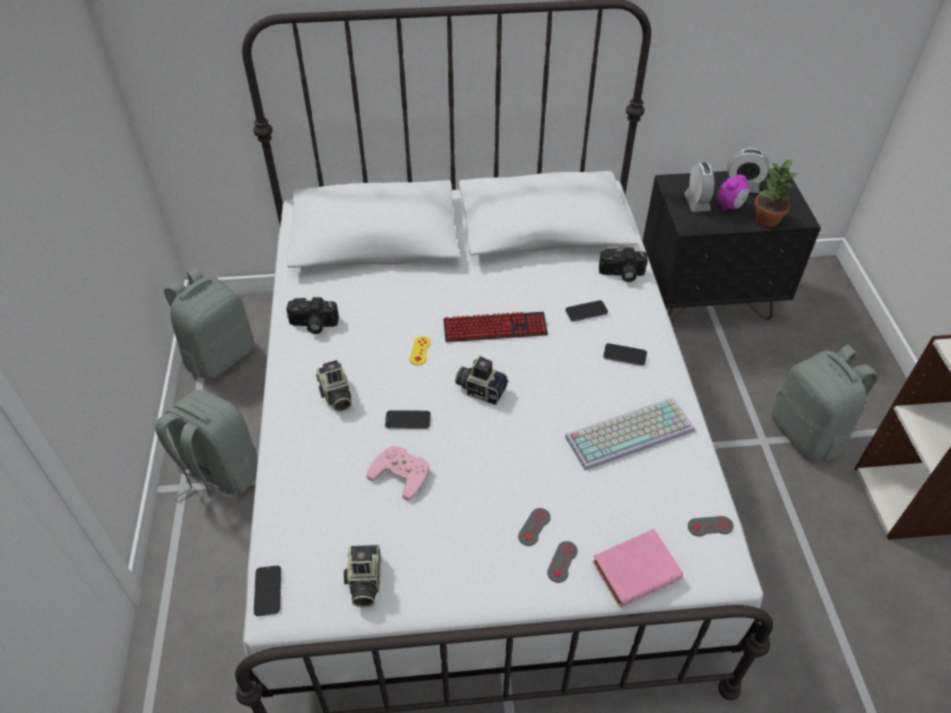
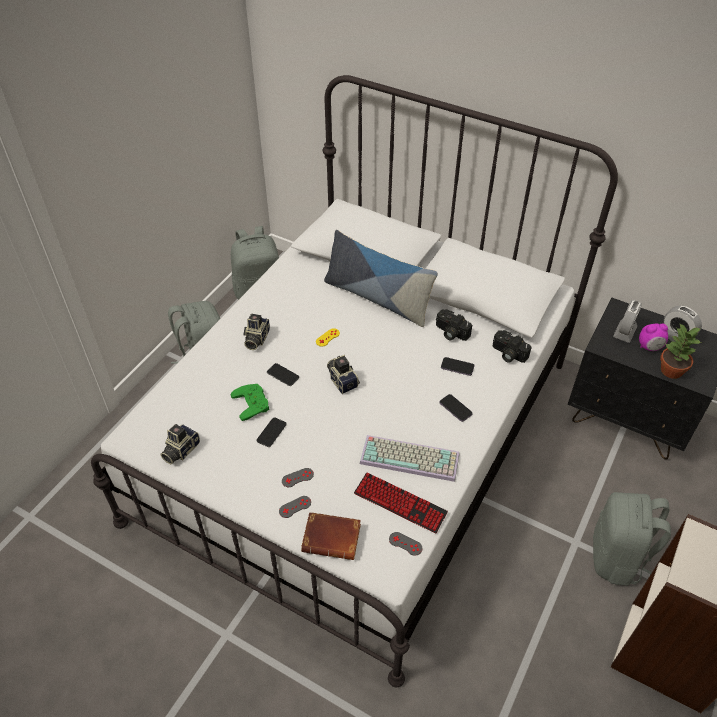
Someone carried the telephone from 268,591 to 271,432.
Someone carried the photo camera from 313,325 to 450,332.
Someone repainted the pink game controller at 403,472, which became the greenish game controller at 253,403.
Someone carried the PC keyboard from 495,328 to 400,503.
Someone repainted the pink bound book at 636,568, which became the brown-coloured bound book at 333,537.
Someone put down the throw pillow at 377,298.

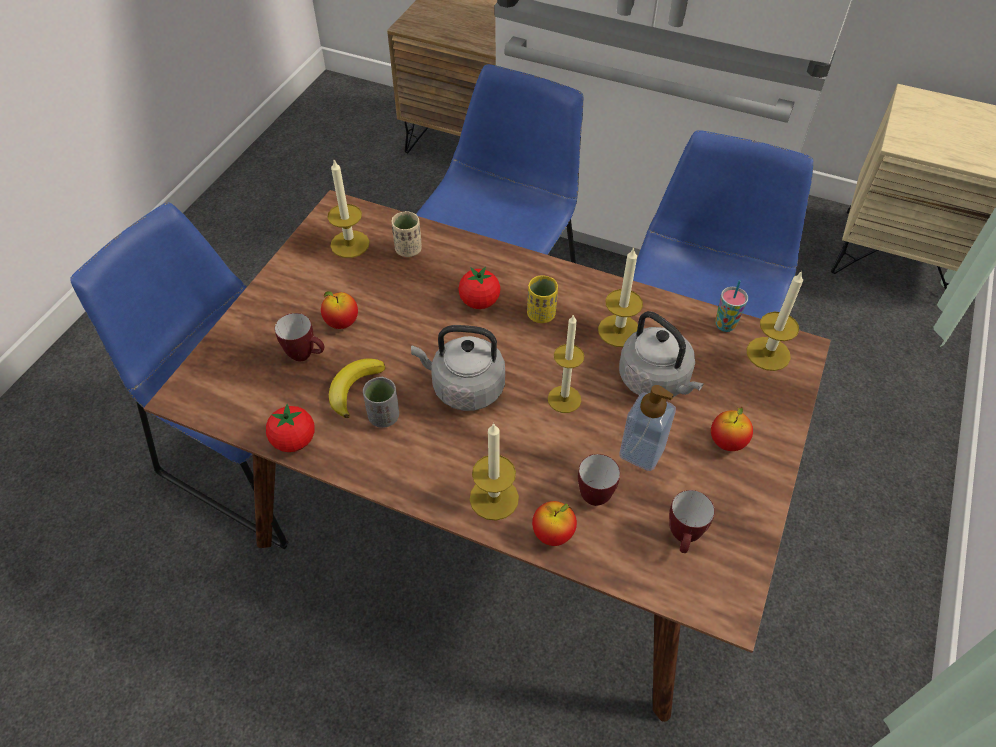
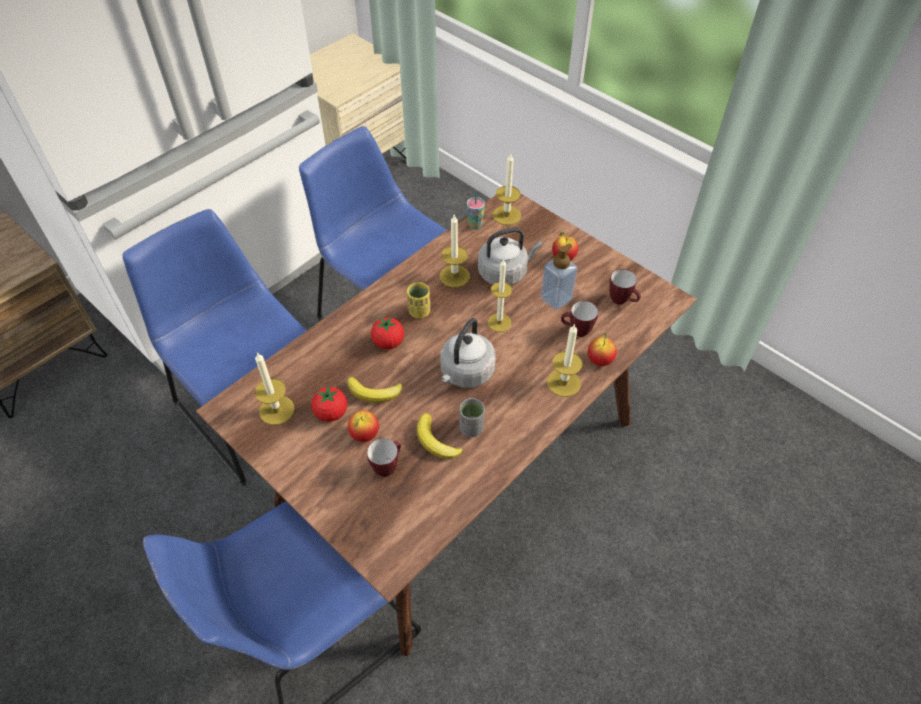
Someone carried the tomato from 294,440 to 331,413.
Someone took away the sand-coloured cup at 408,250.
Someone put down the whole banana at 374,392.

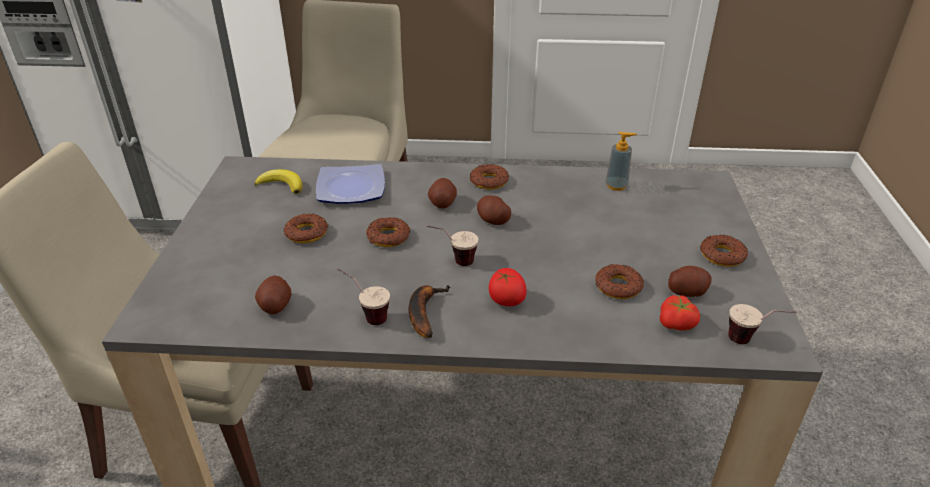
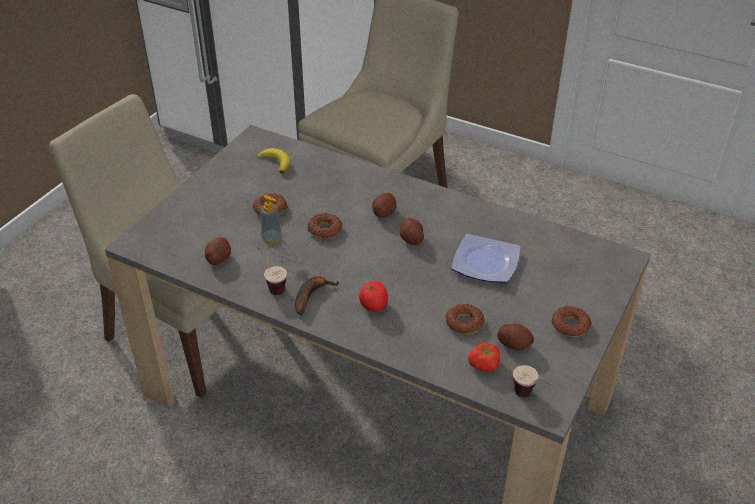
Someone carried the dinner plate from 349,189 to 484,263.
Someone took away the cup at 453,261.
Someone took away the donut at 489,181.
Someone carried the liquid soap bottle from 616,186 to 272,239.

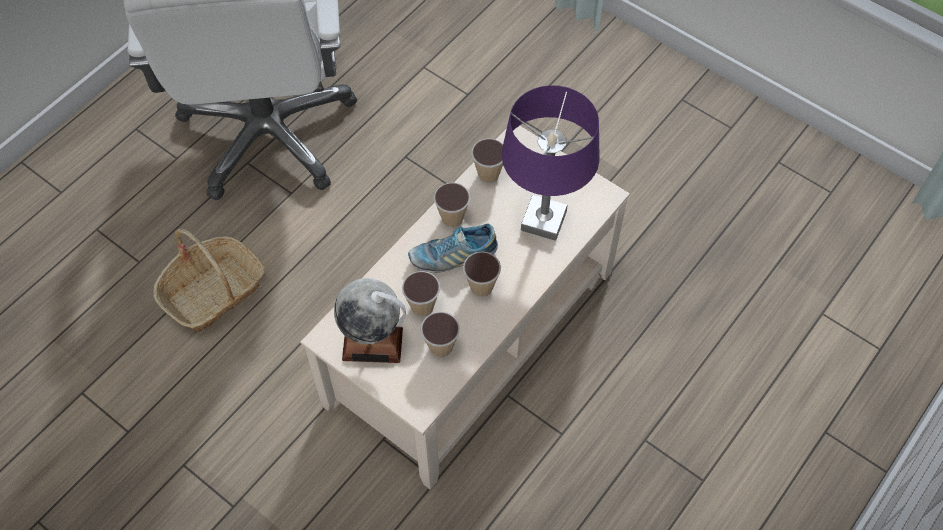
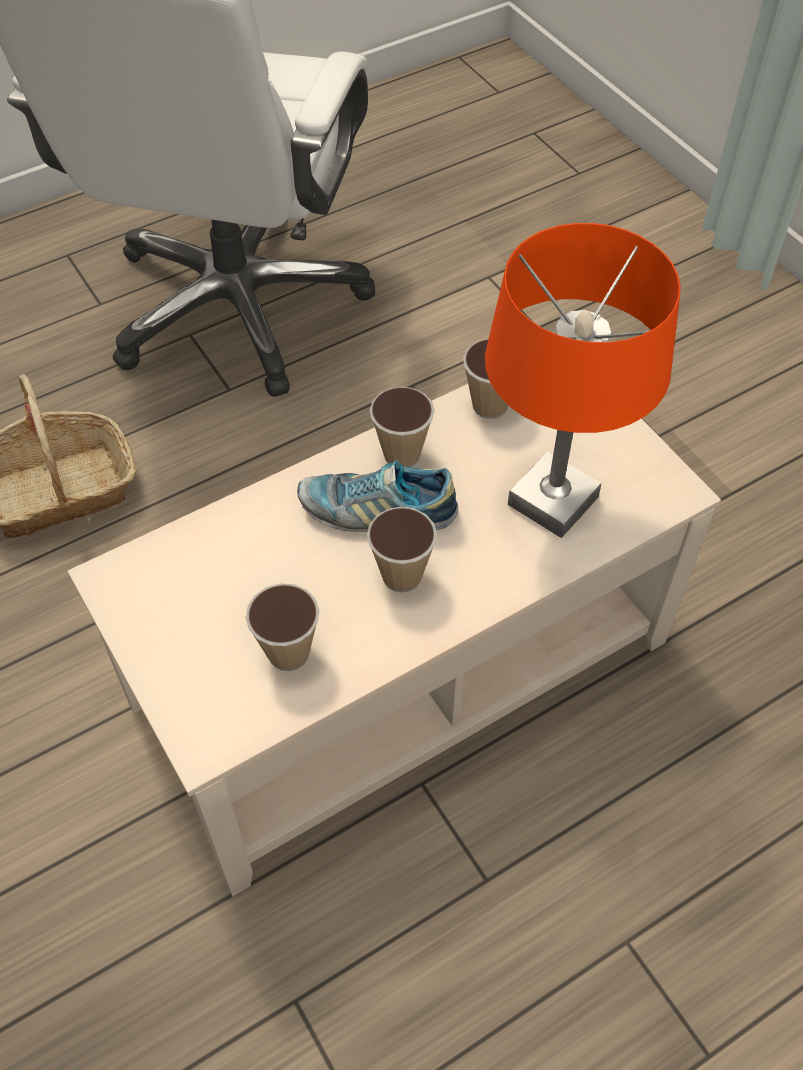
Someone took away the world globe at 373,343.
Someone took away the cup at 422,307.
Someone repainted the purplish lamp for a table at 544,221, which became the orangey lamp for a table at 554,501.

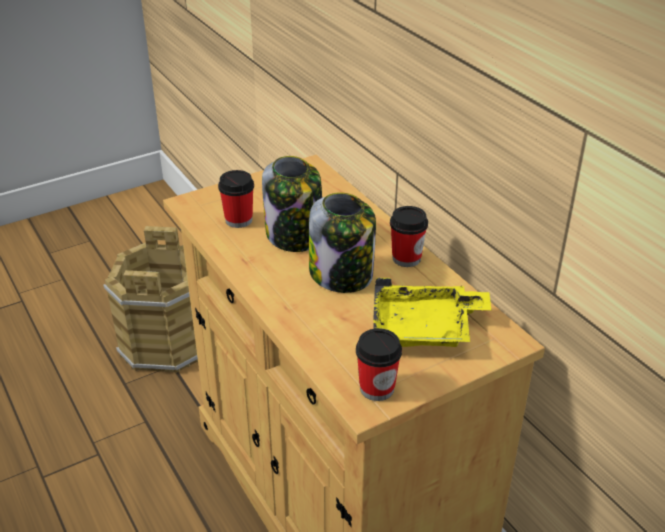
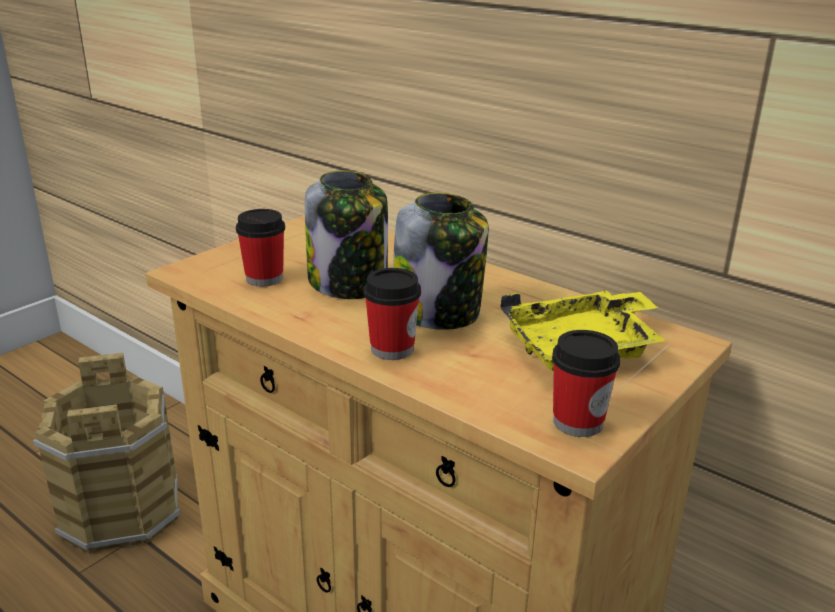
Someone carried the cup from 406,258 to 392,349.

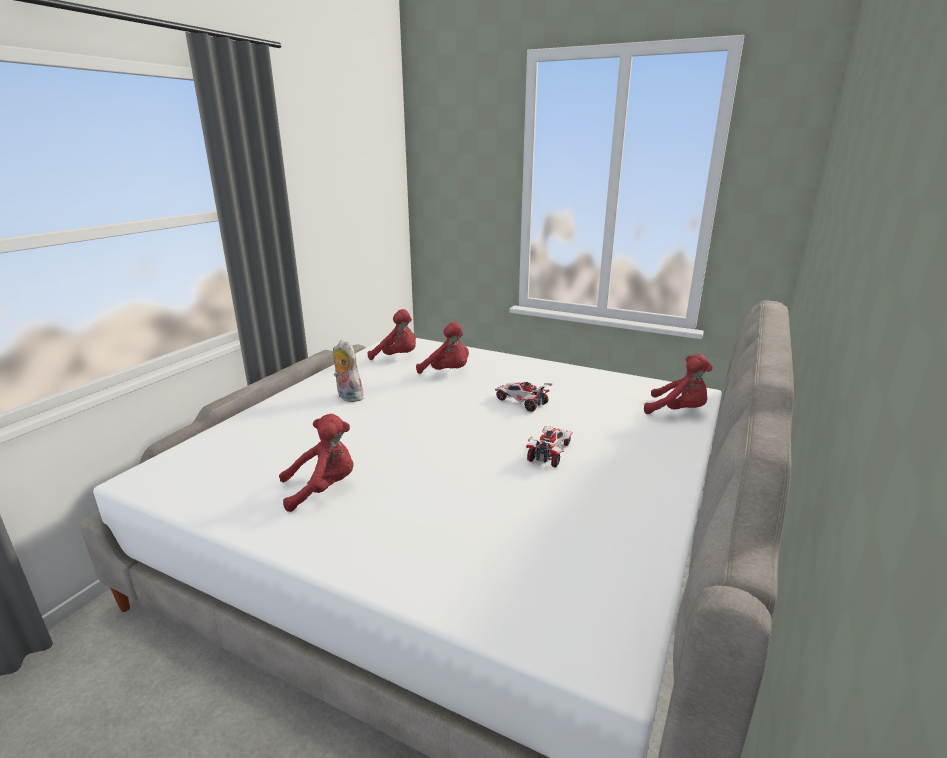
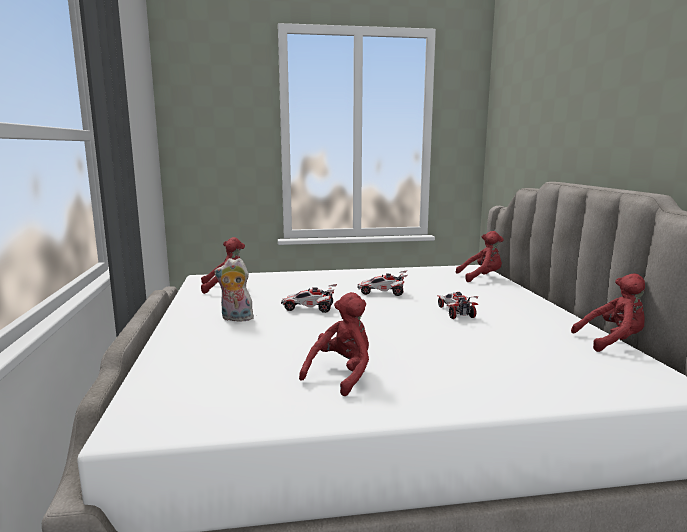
Someone carried the reddish plush toy from 447,372 to 612,341.
Someone put down the toy car at 309,308.

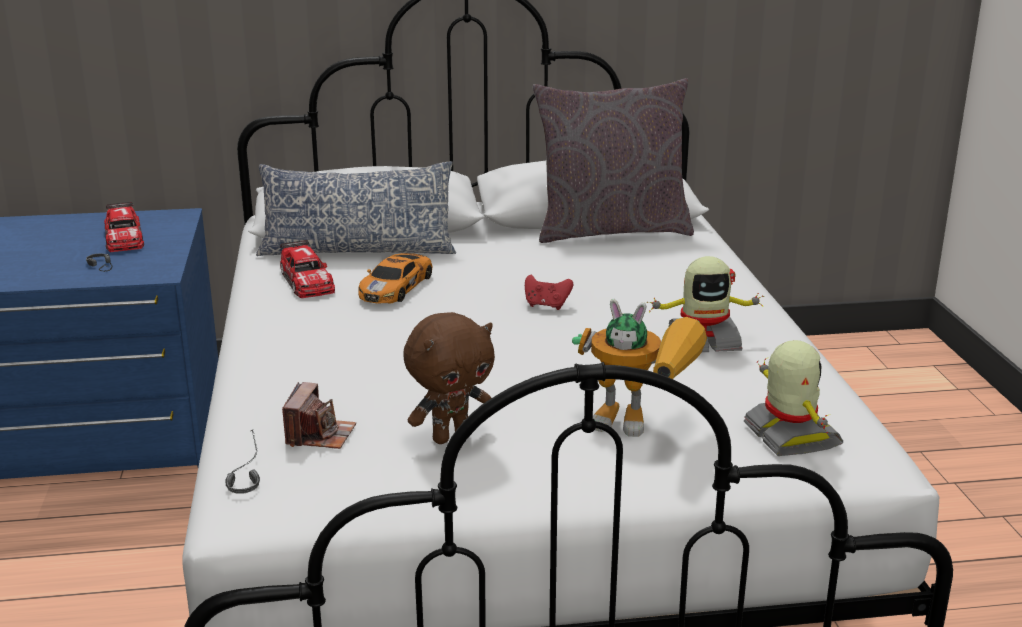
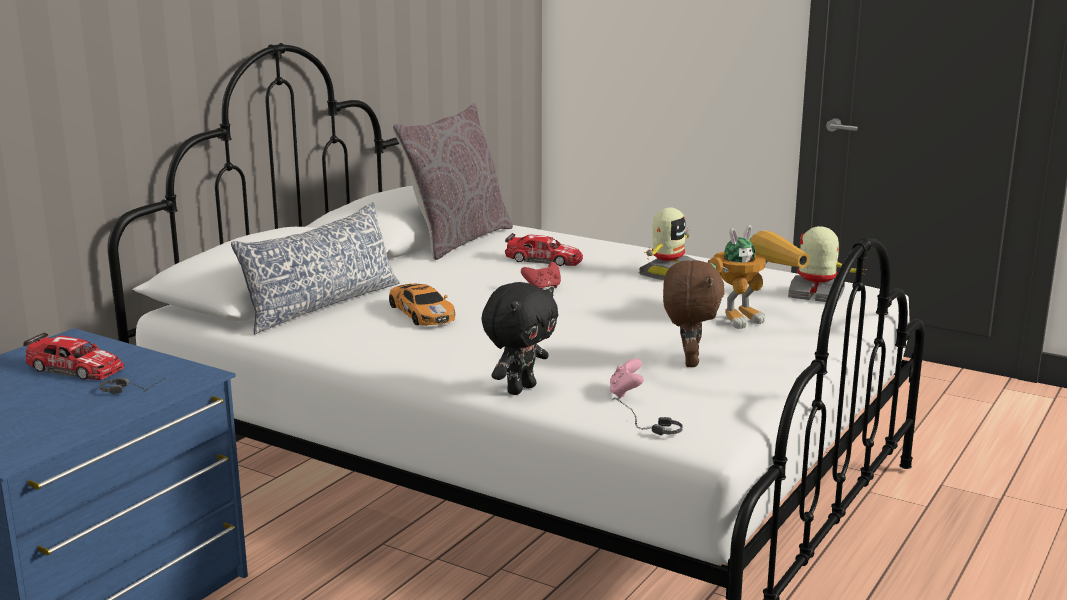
Someone carried the toy car from 306,281 to 544,260.
Someone swapped the photo camera at 320,435 for the pink game controller at 625,393.
Someone put down the blackish plush toy at 520,389.

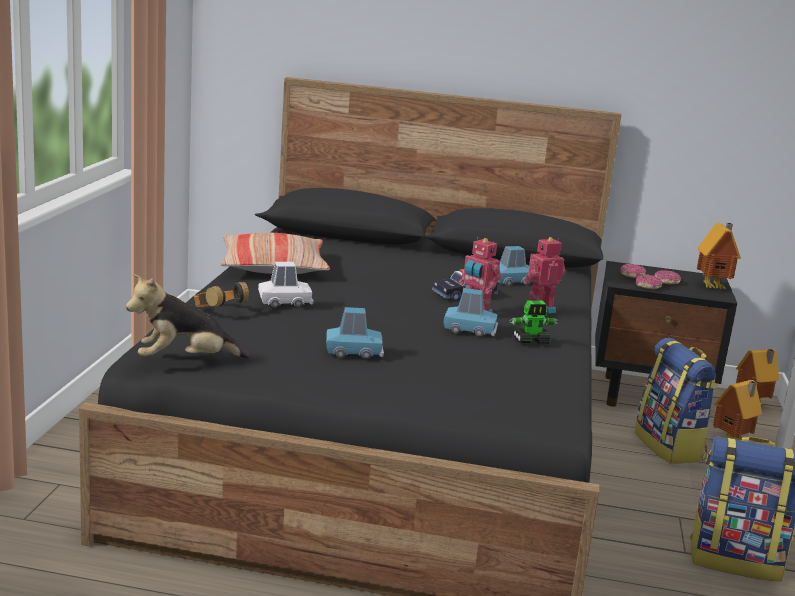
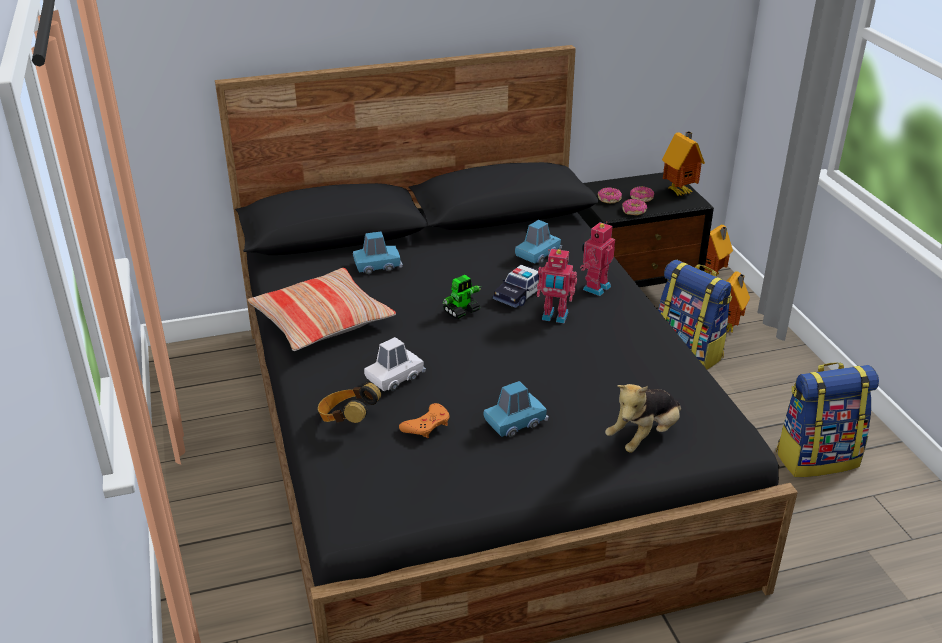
Someone carried the plush toy from 184,361 to 644,436.
Someone carried the bluish toy car from 470,329 to 377,265.
Someone carried the model robot from 531,341 to 462,311.
Someone put down the orangey game controller at 427,425.

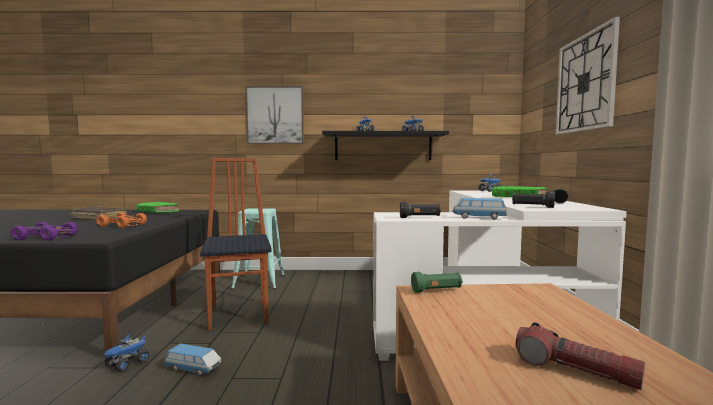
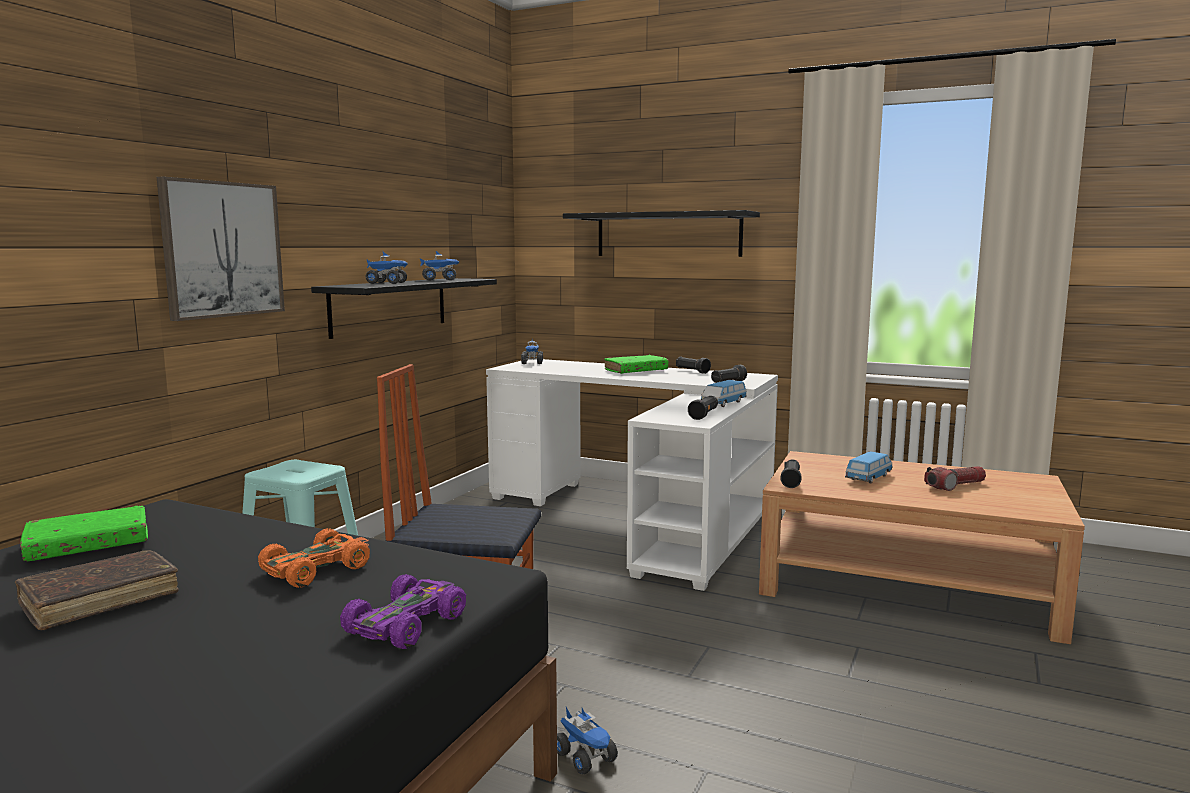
Someone carried the toy car from 193,369 to 869,478.
Someone repainted the greenish flashlight at 436,291, which became the blackish flashlight at 791,481.
Someone swapped the clock on the wall at 585,83 for the blackish shelf at 668,235.

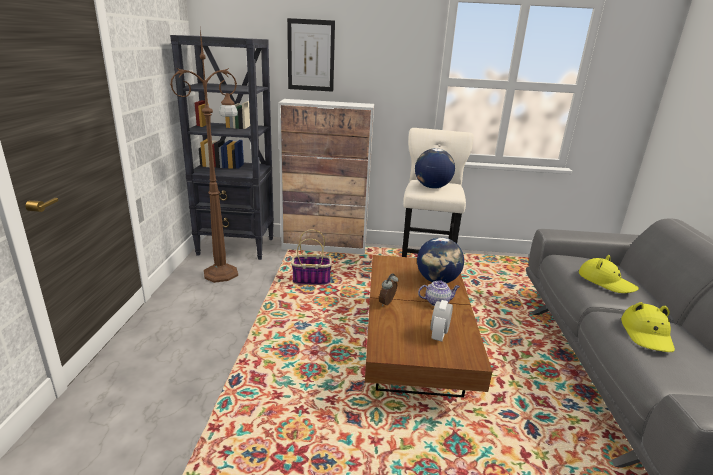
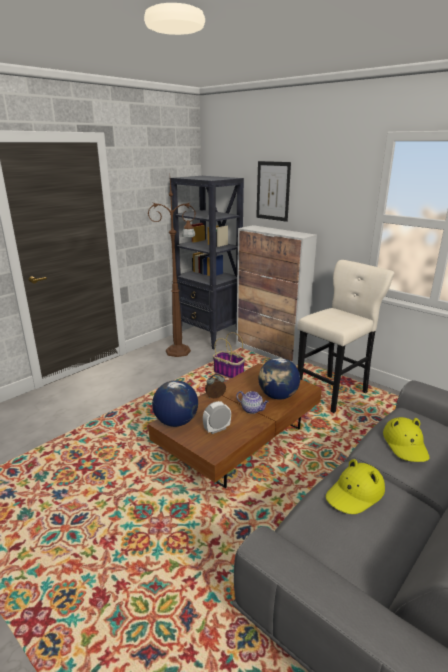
Someone carried the world globe from 432,187 to 176,422.

